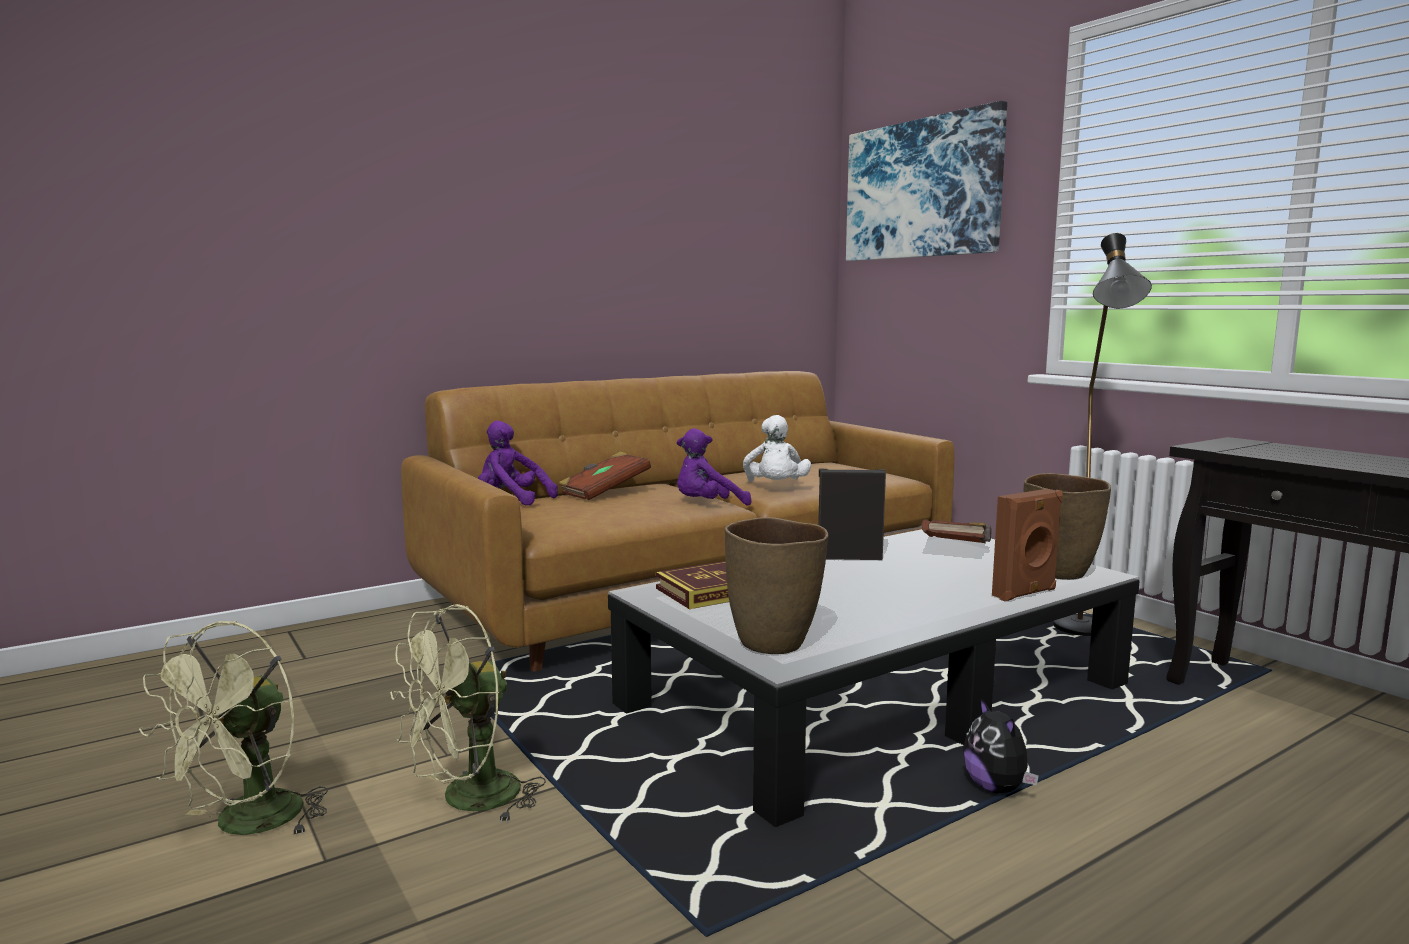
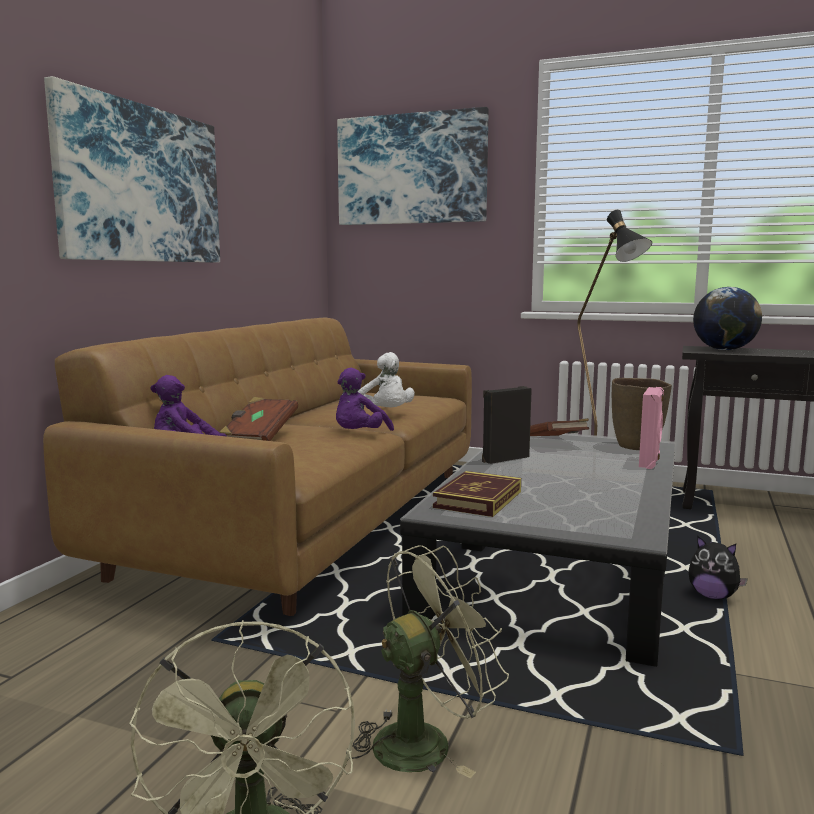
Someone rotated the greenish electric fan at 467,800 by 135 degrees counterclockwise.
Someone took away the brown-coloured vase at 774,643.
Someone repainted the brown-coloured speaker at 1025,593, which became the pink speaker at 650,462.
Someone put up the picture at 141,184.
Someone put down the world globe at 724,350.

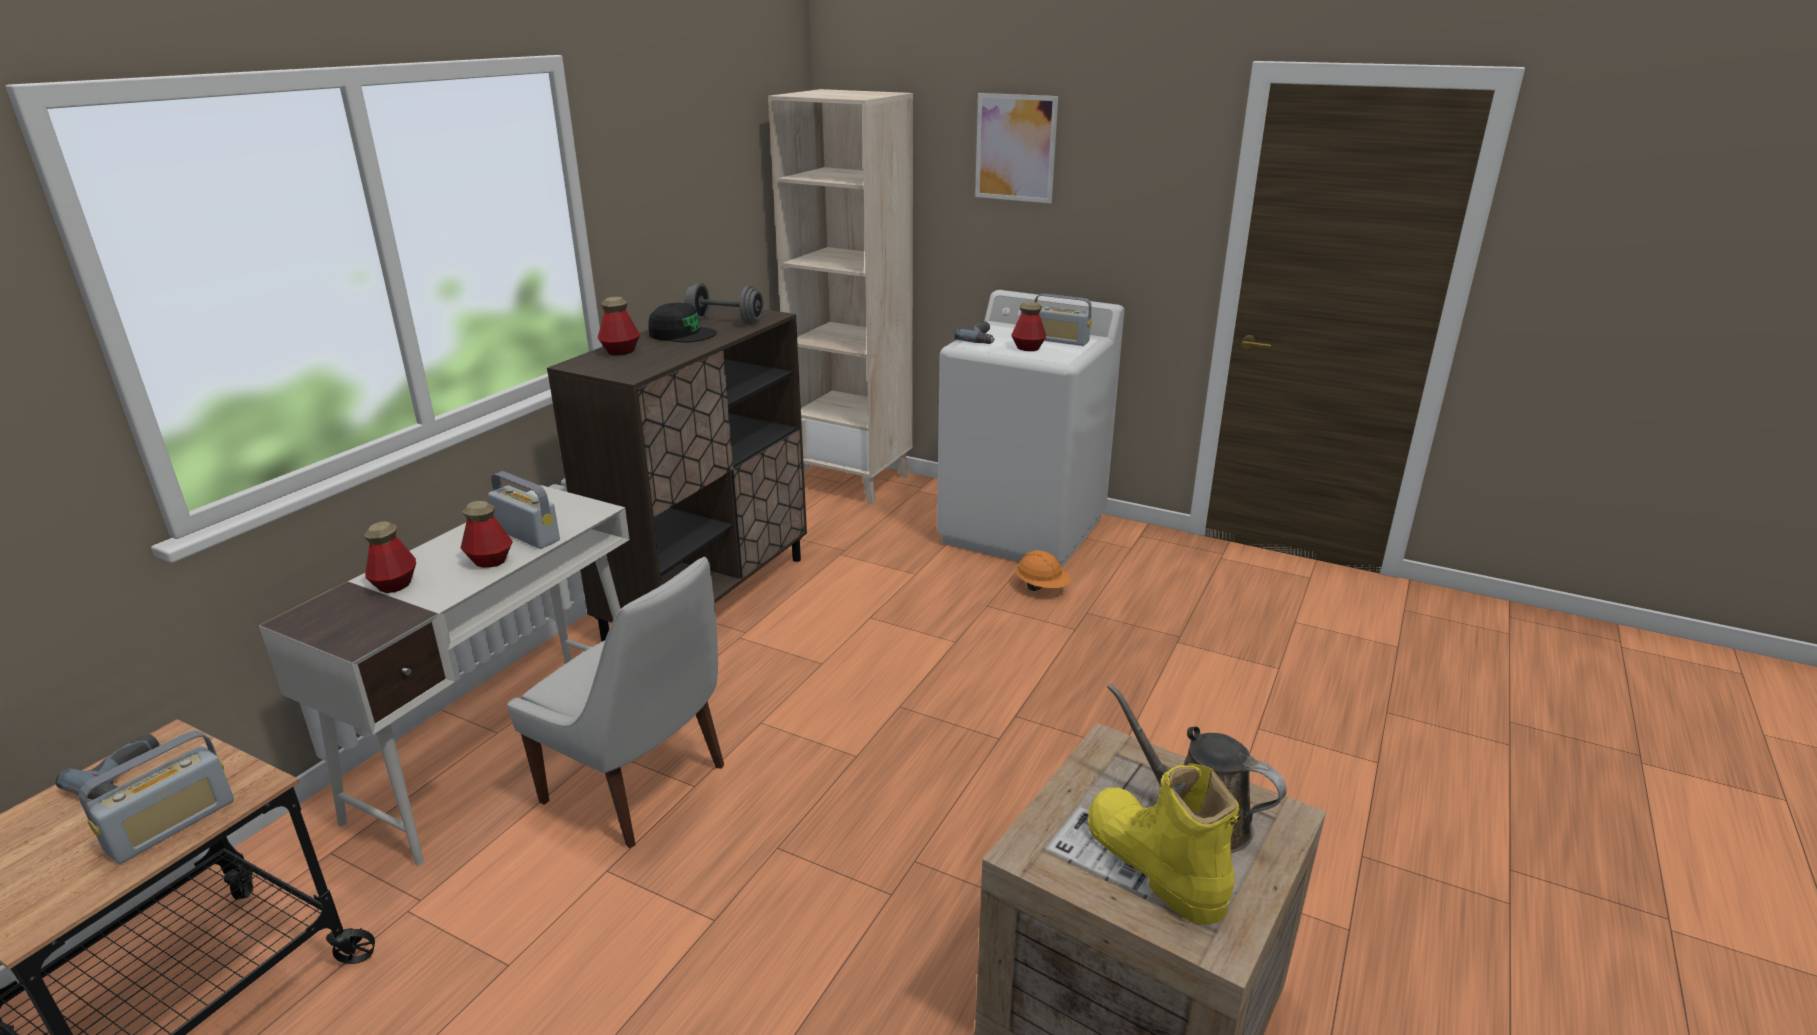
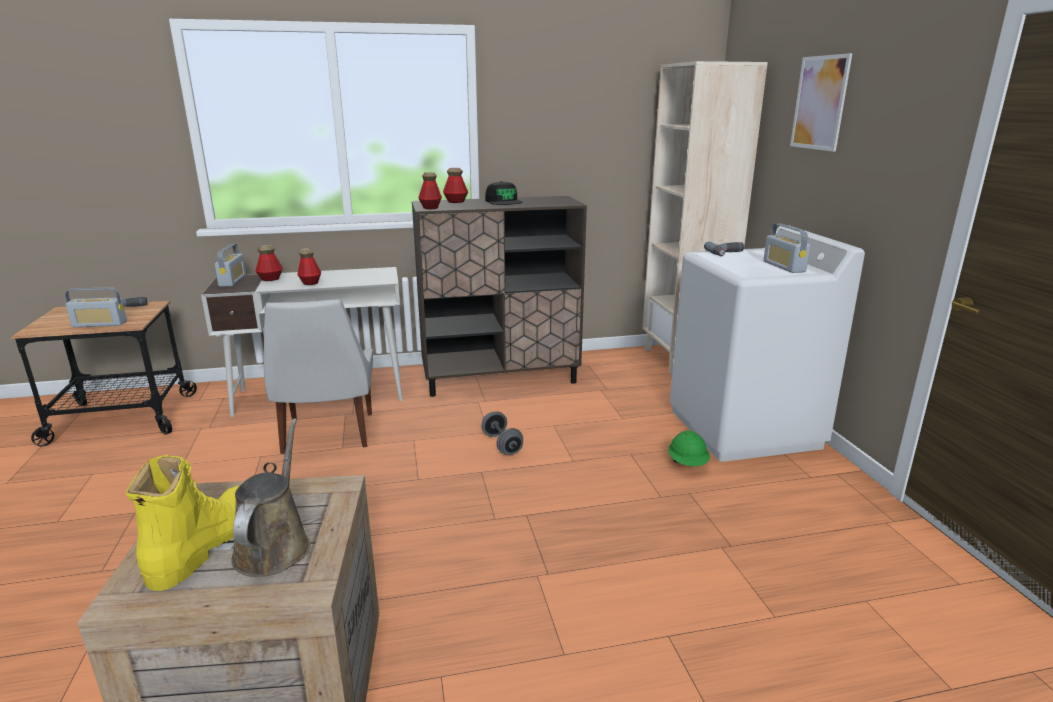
Someone carried the radio receiver from 527,535 to 232,281.
Someone carried the grey dumbbell from 725,321 to 502,444.
Someone carried the beverage bottle from 1028,348 to 430,208.
Someone repainted the orangey safety helmet at 1042,588, which became the greenish safety helmet at 687,464.

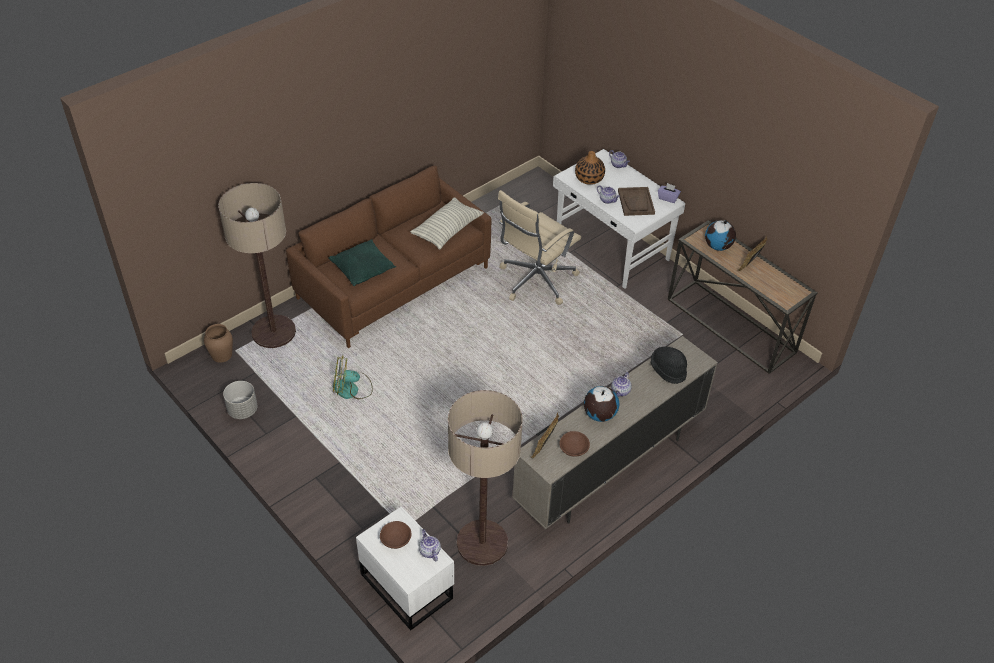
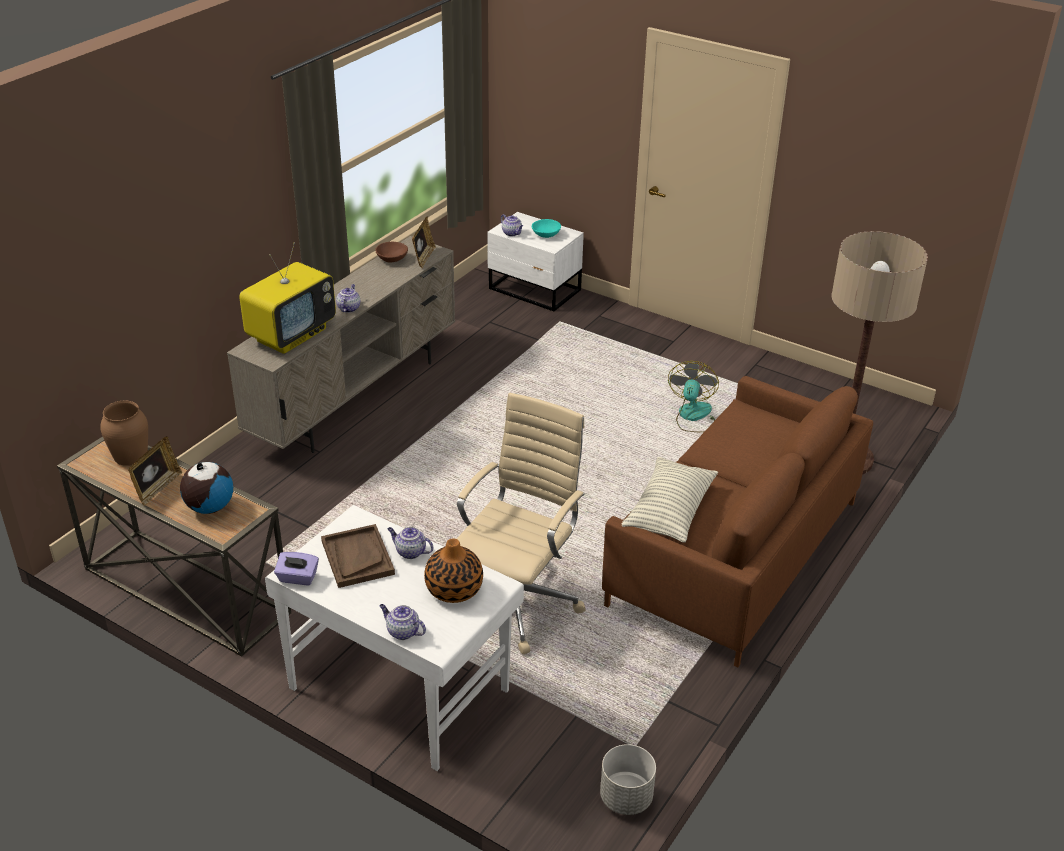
Someone carried the brown-coloured vase from 221,355 to 131,455.
Someone carried the grey flower pot from 243,410 to 625,797.
Someone took away the greenish throw pillow at 363,269.
Someone rotated the electric fan at 352,389 by 60 degrees counterclockwise.
Someone repainted the brown-coloured serving bowl at 395,540, which became the turquoise-coloured serving bowl at 546,235.
Someone took away the standard lamp at 482,543.
Someone took away the world globe at 599,415.
Someone swapped the blackish wearable hat at 668,370 for the TV at 291,334.

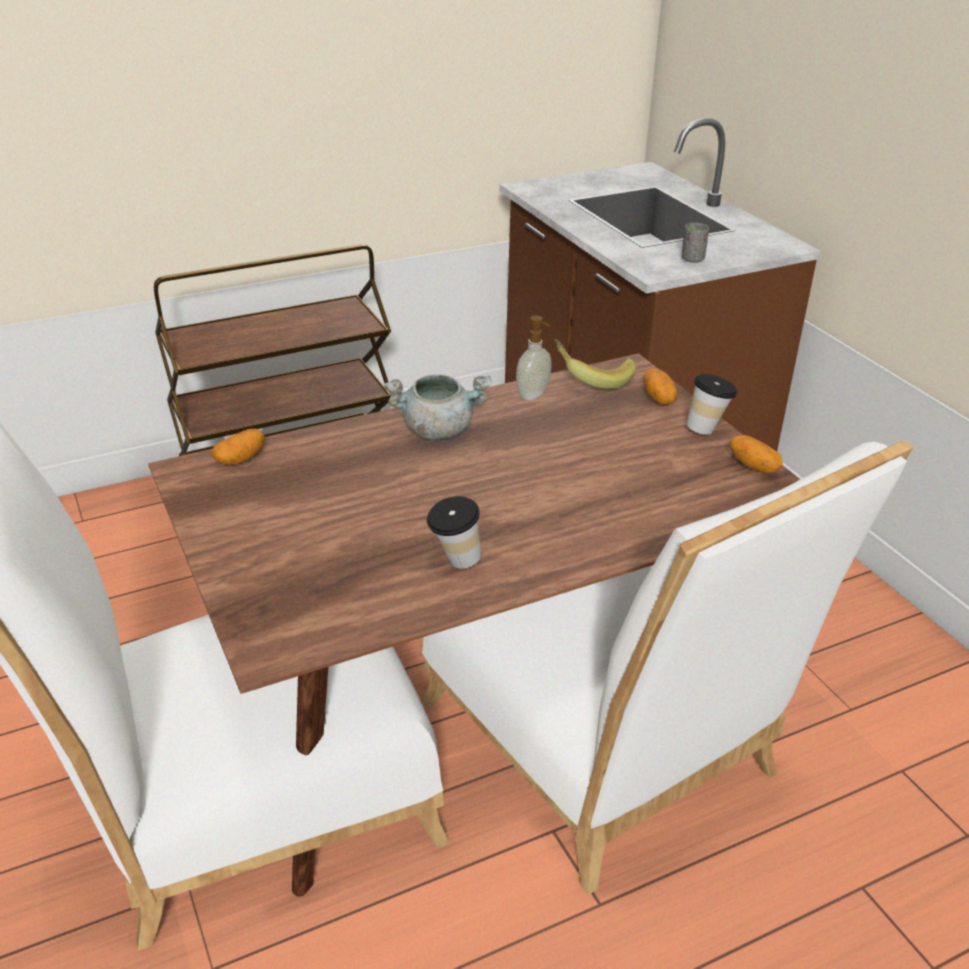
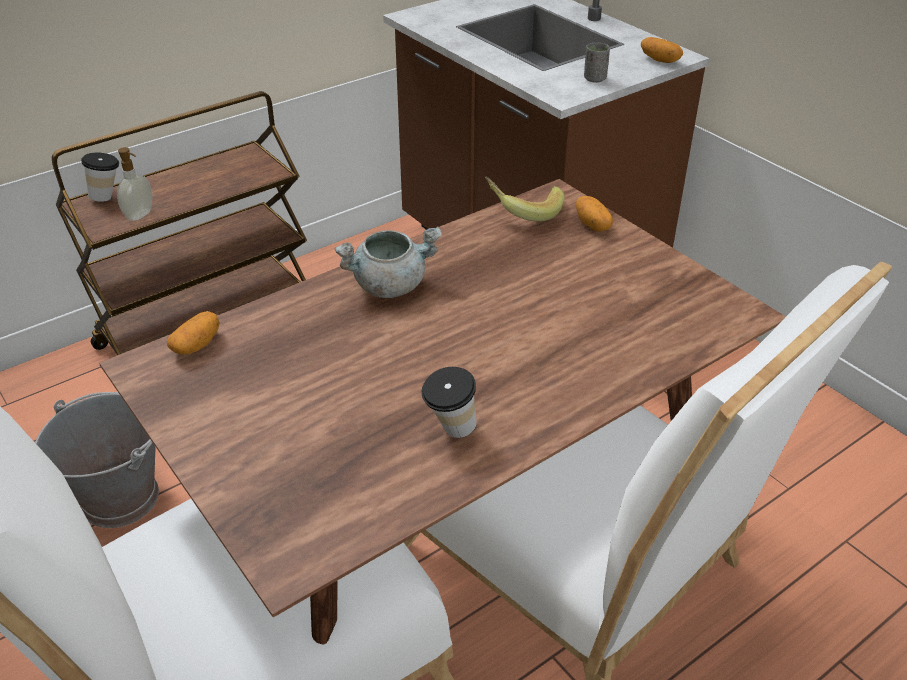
Someone carried the liquid soap bottle from 533,395 to 140,215.
Someone carried the cup from 707,429 to 108,196.
Someone carried the whole potato from 753,466 to 660,60.
Someone put down the grey bucket at 119,497.

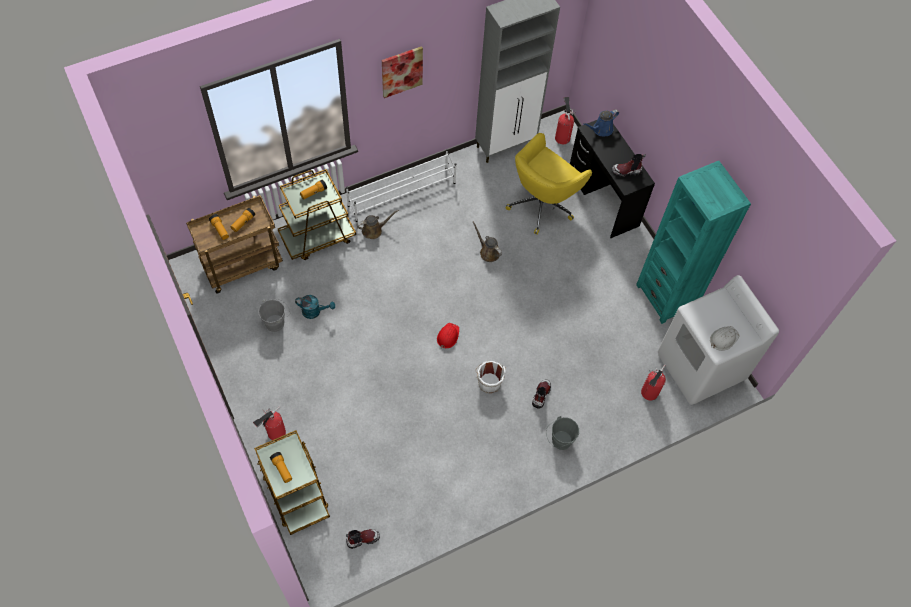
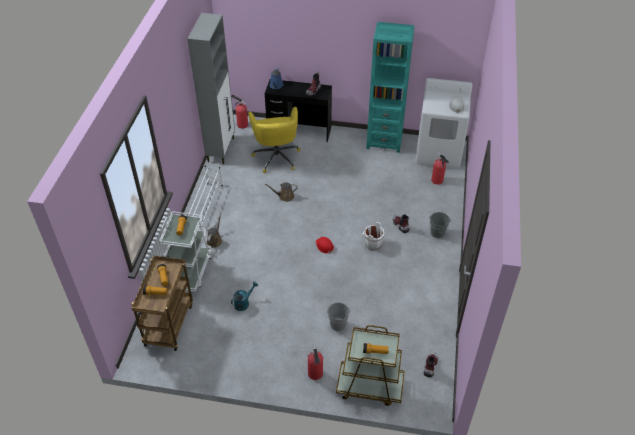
Someone carried the grey bucket from 276,322 to 338,323.
Someone repainted the brown-coloured cart at 318,237, which became the white cart at 190,271.
Someone took away the picture at 401,71.

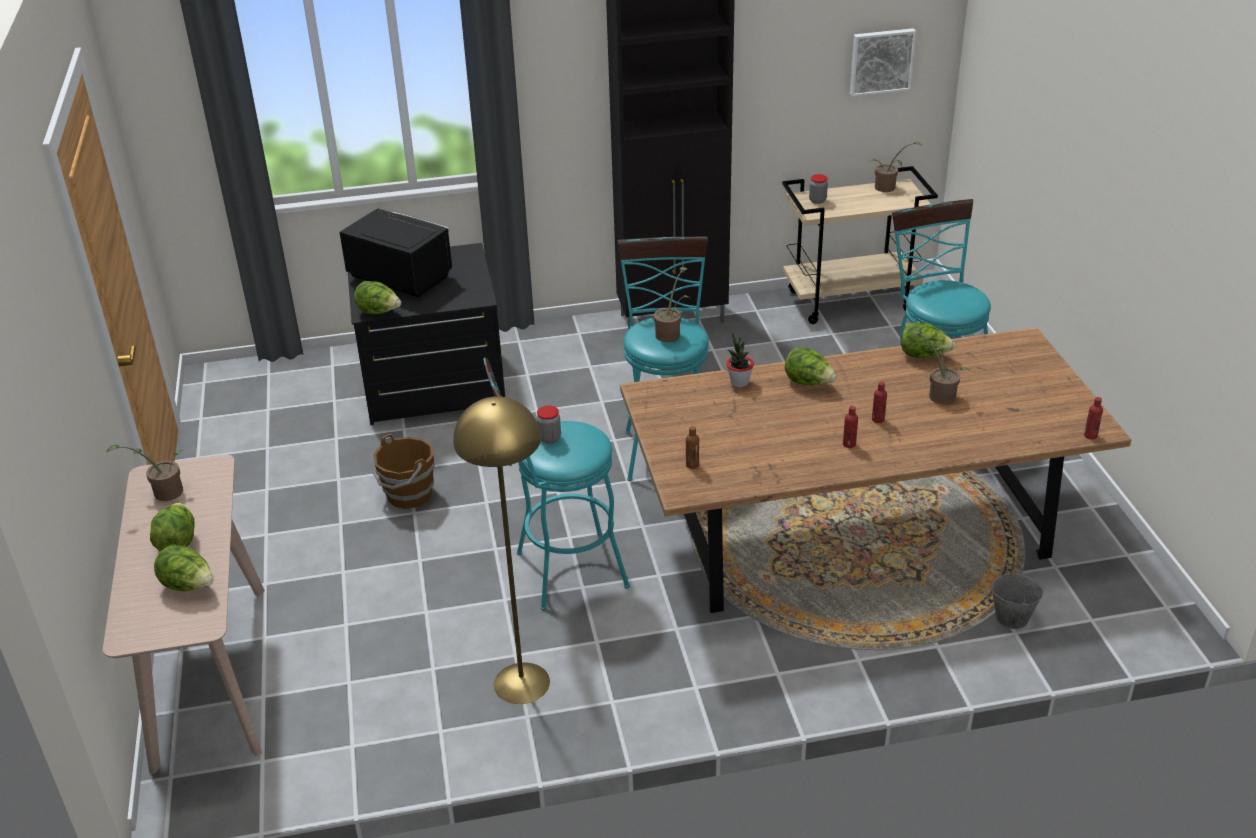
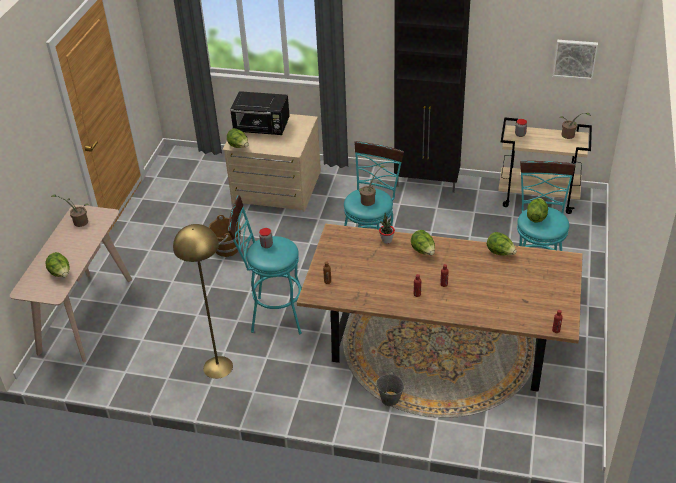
Someone carried the head of lettuce from 177,542 to 536,217.
Someone rotated the blackish kitchen microwave at 400,277 by 135 degrees clockwise.
Someone repainted the blackish drawer chest at 433,383, which became the sand-coloured drawer chest at 276,188.
Someone took away the houseplant at 938,395.
Someone carried the grey bucket from 1011,618 to 389,399.

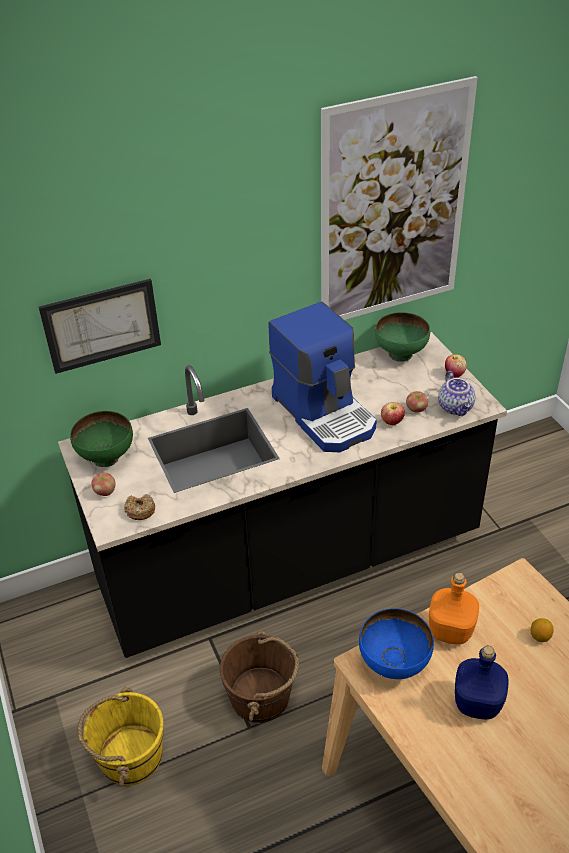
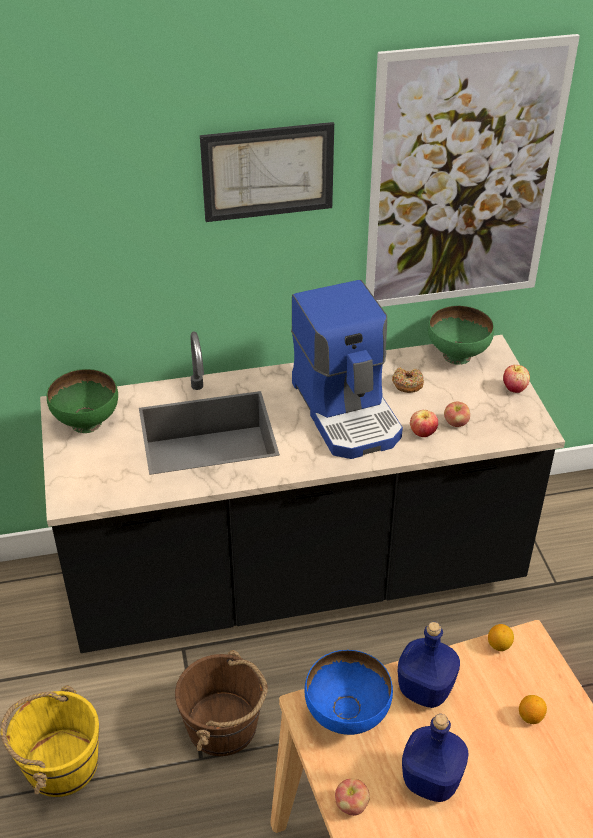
Someone carried the picture from 101,325 to 267,171.
Someone carried the apple fruit from 105,492 to 351,805.
Someone carried the donut from 140,510 to 407,384.
Someone repainted the orangey beverage bottle at 449,631, which became the bluish beverage bottle at 424,689.
Someone took away the teapot at 456,407.
Someone put down the whole lemon at 499,645.

